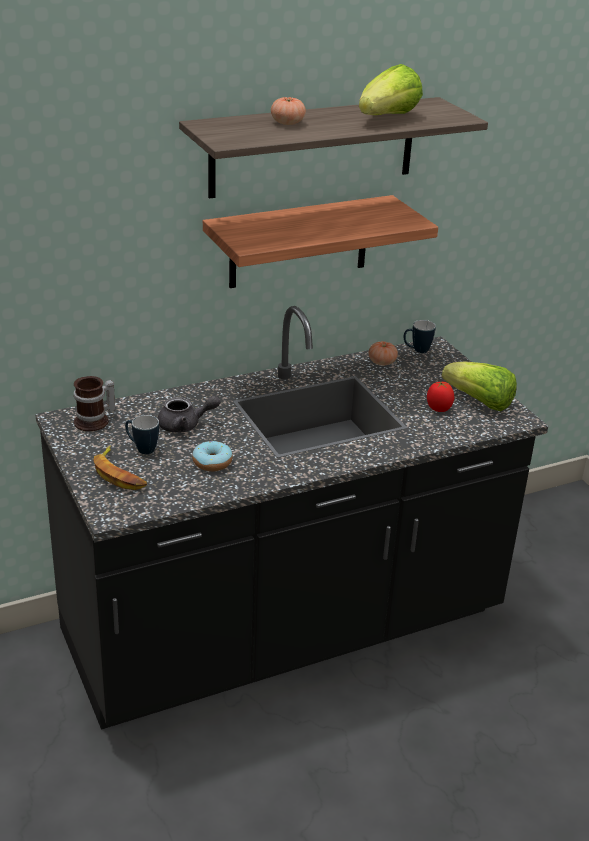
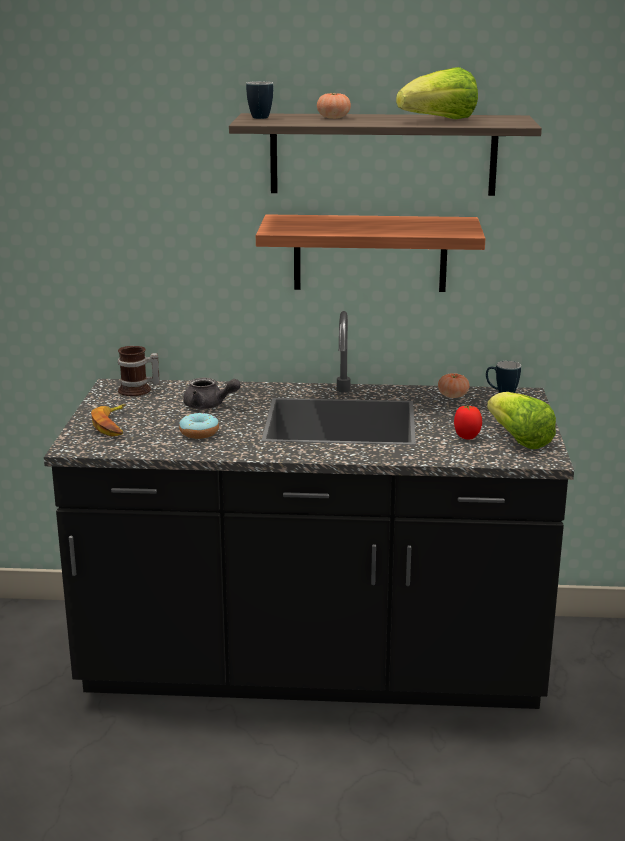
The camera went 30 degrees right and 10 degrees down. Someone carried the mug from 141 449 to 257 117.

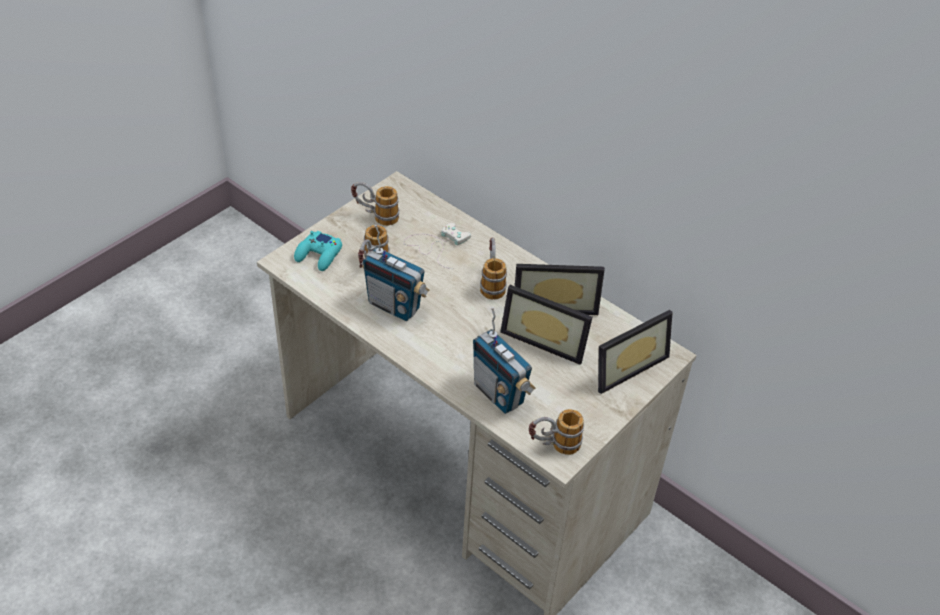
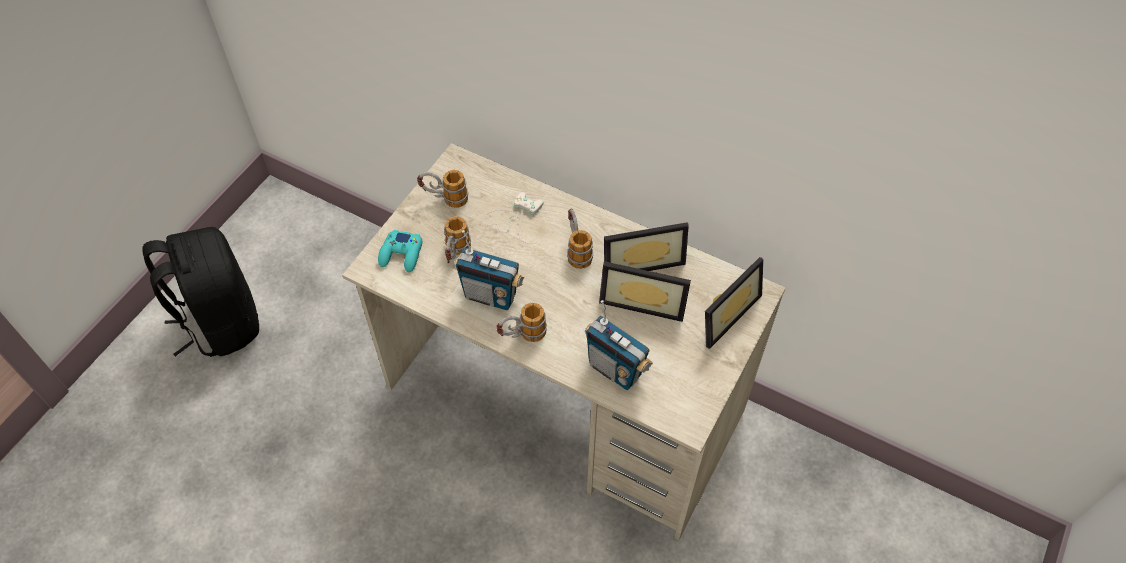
The camera went 10 degrees left and 10 degrees up. Someone put down the sac à dos [noir] at 221 322. Someone carried the mug from 553 446 to 522 336.

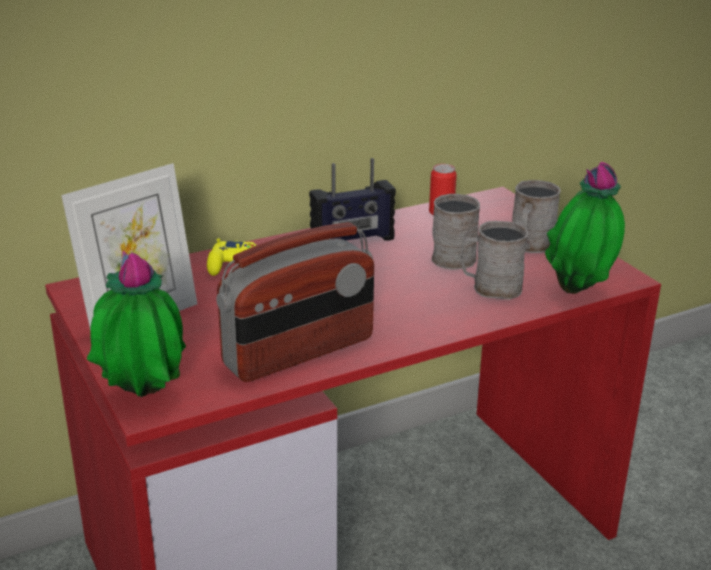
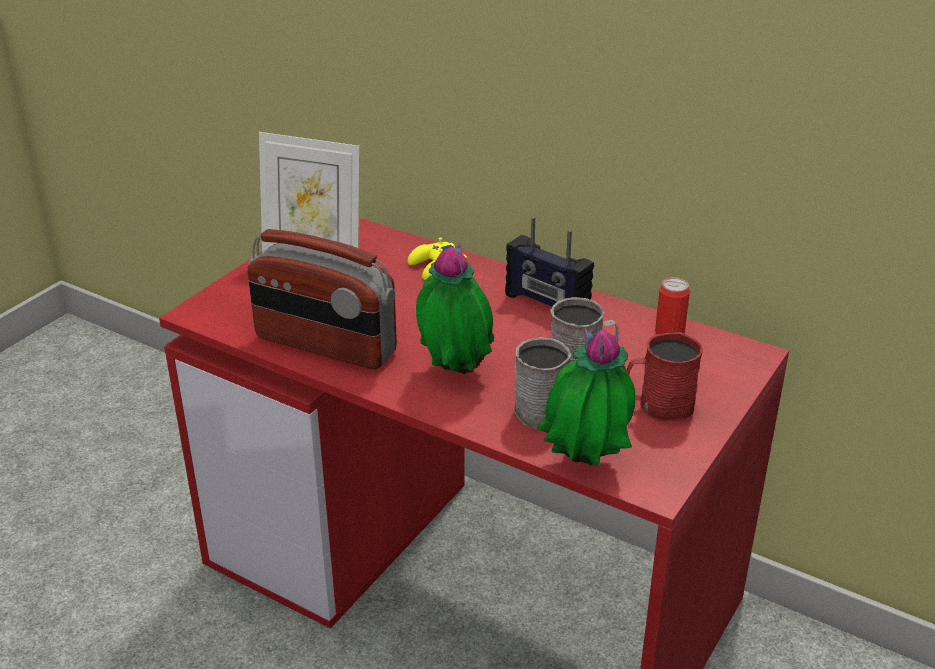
The camera went 60 degrees right and 5 degrees up. Someone carried the plante en pot from 143 399 to 454 373. Someone repainted the mug [gris] at 529 246, which became the mug [rouge] at 658 406.

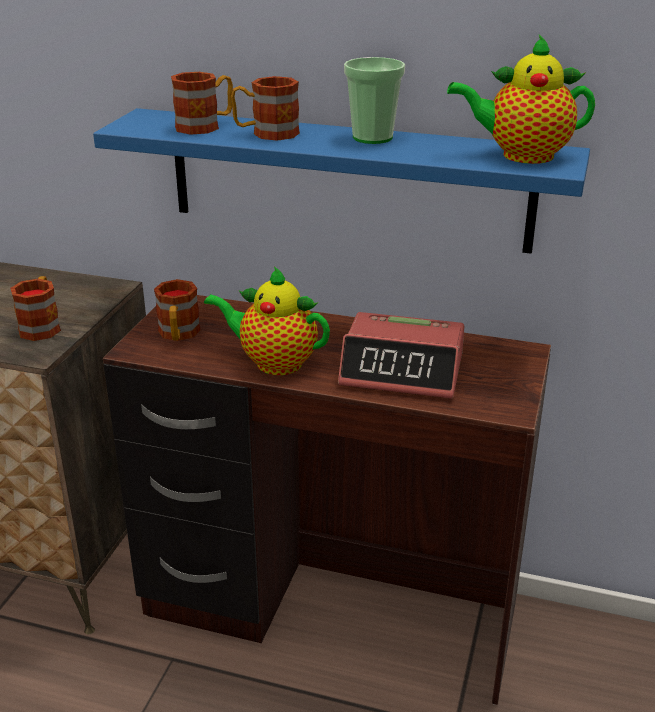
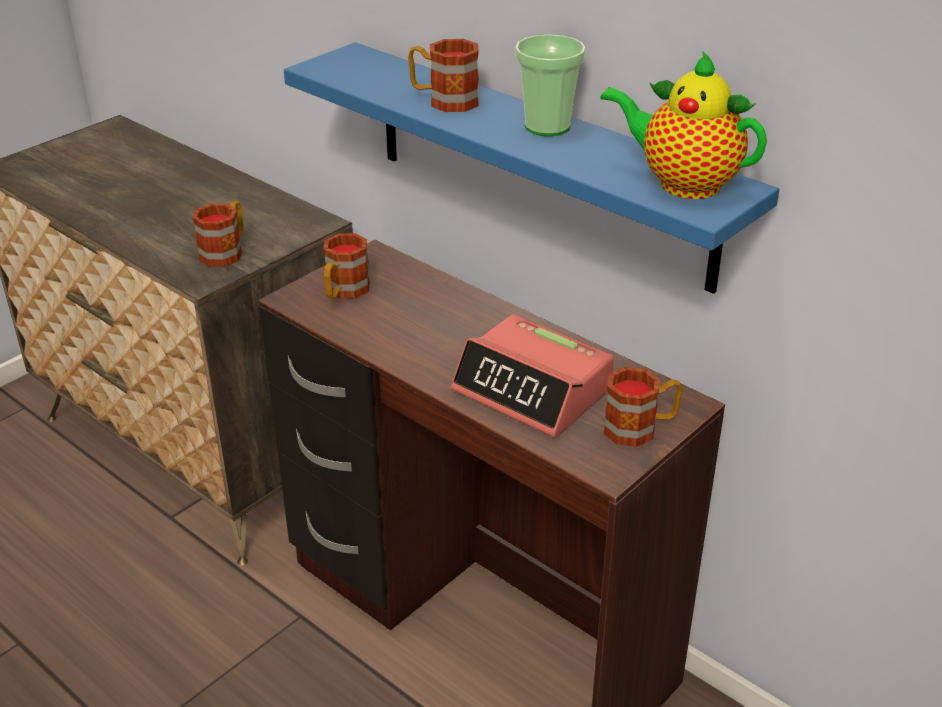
The camera went 25 degrees right and 5 degrees up. Someone carried the mug from 205 126 to 640 428. Someone took away the théière at 273 362.

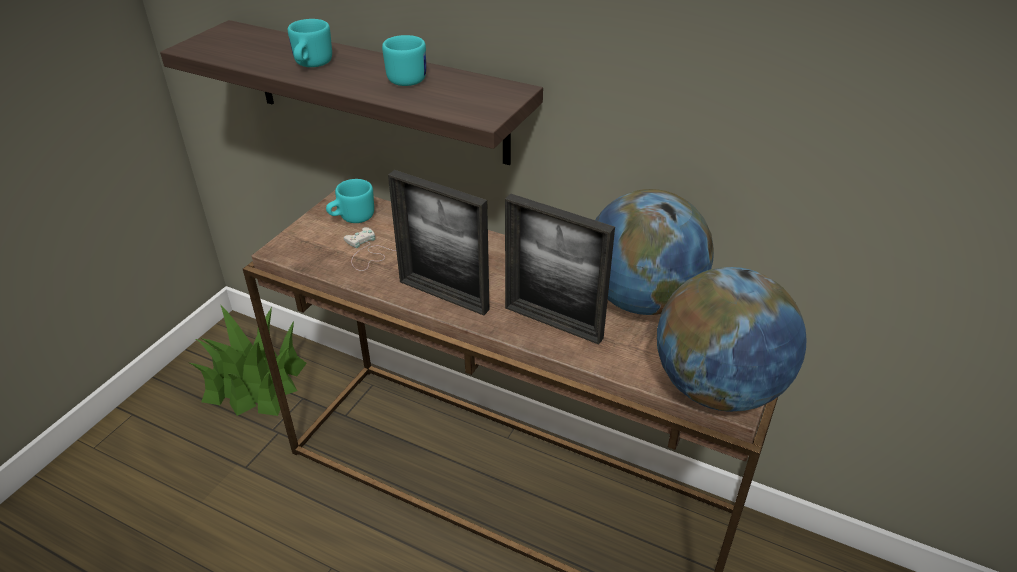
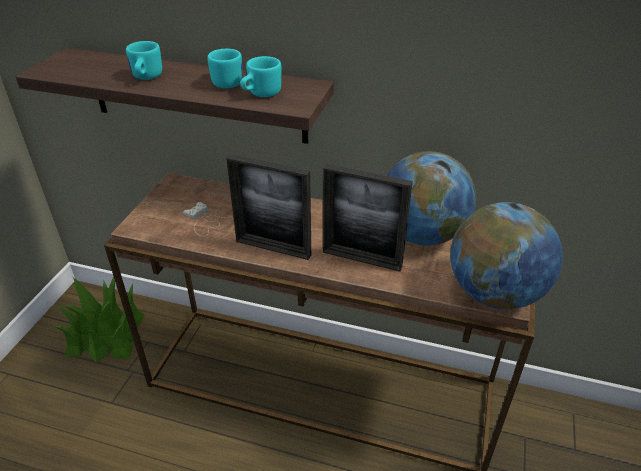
The camera went 10 degrees left and 0 degrees up. Someone carried the mug [turquoise] from 352 218 to 260 94.

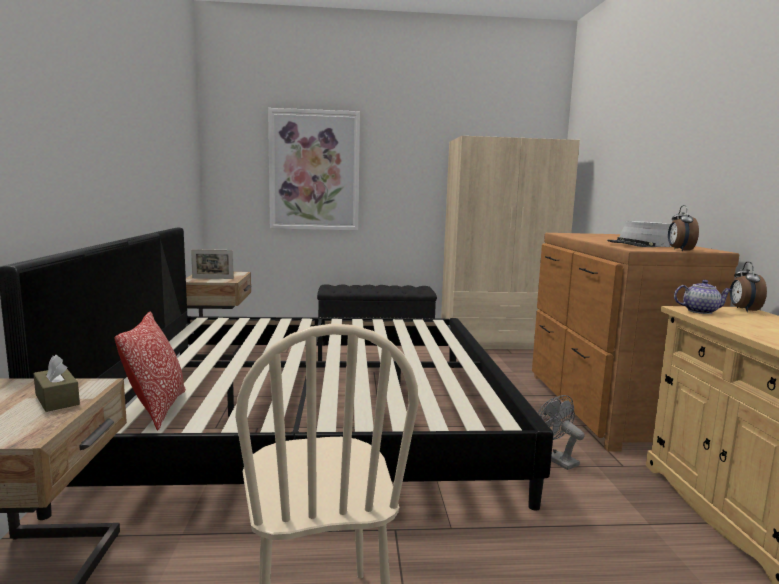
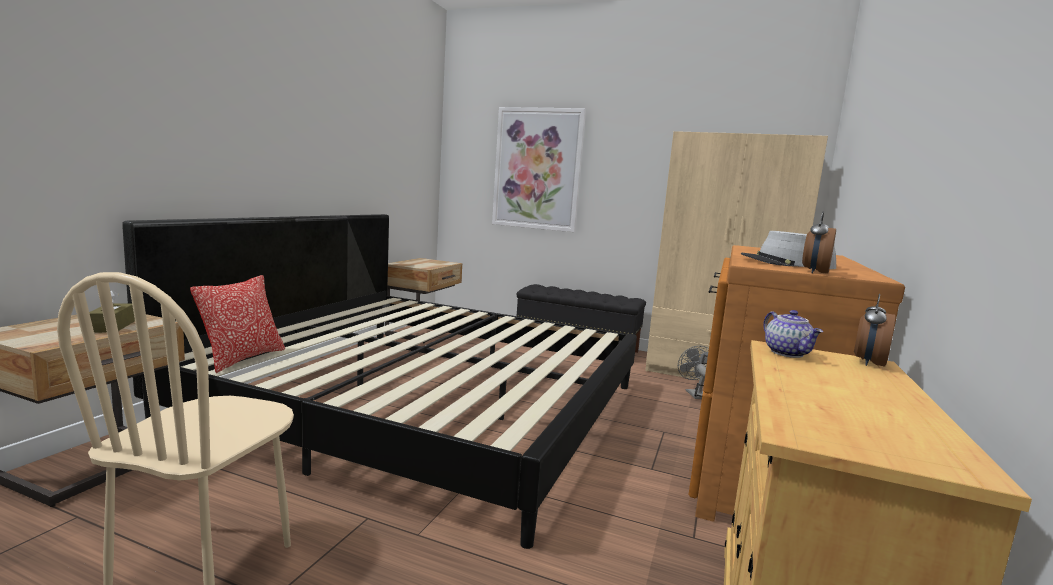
The camera went 25 degrees right and 0 degrees up. Someone carried the ventilateur [gris] from 556 459 to 694 393. Someone rotated the théière at 700 311 by 45 degrees clockwise. Someone took away the cadre photo at 213 278.

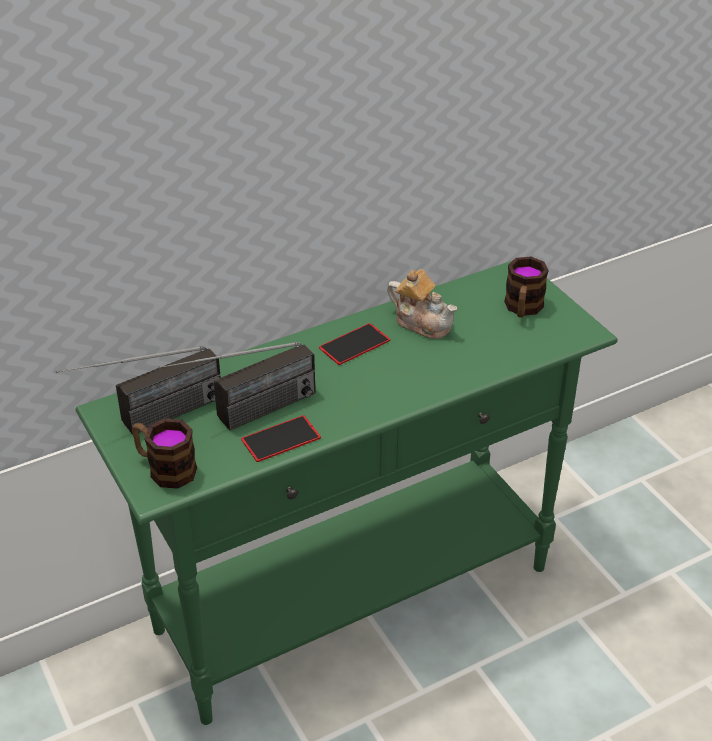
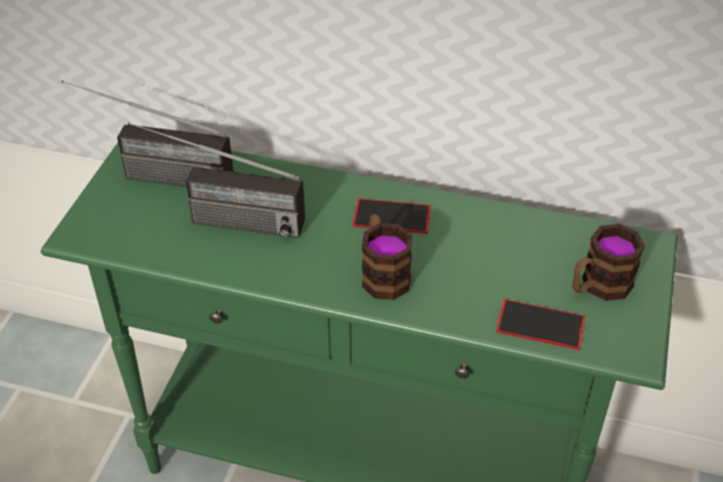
The camera went 45 degrees right and 5 degrees up. Someone carried the mug from 165 468 to 382 273. Someone carried the téléphone from 281 439 to 540 324. Someone took away the théière at 422 322.

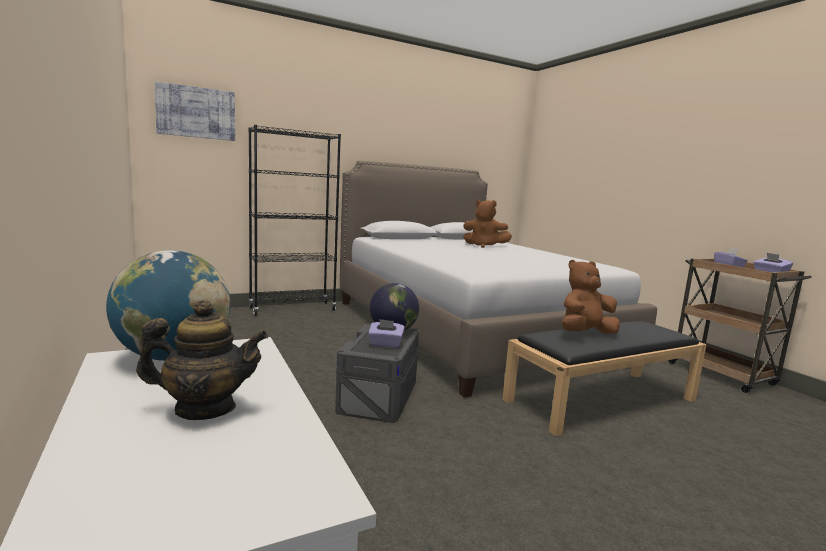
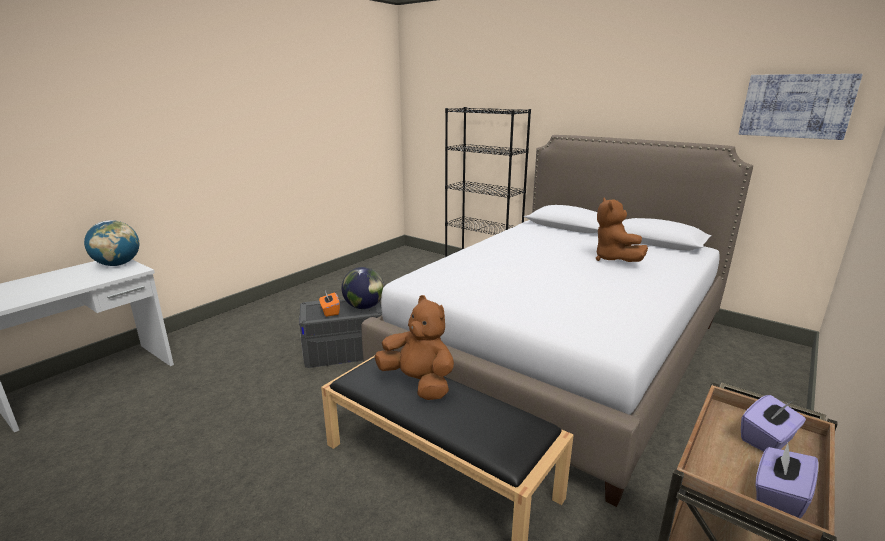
The camera went 65 degrees right and 10 degrees up. Someone repainted the boîte à mouchoirs [violet] at 385 344, which became the boîte à mouchoirs [orange] at 330 311. Someone carried the tableau from 196 112 to 796 106. Someone took away the théière at 205 408.

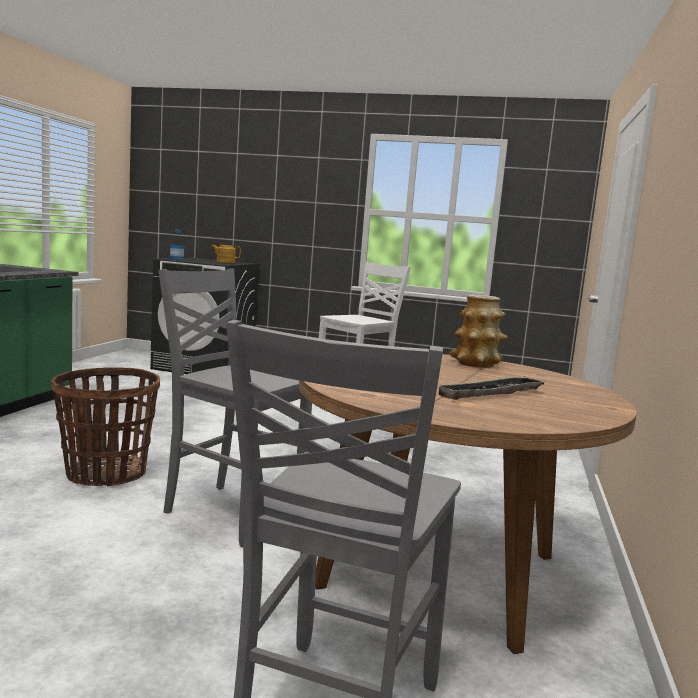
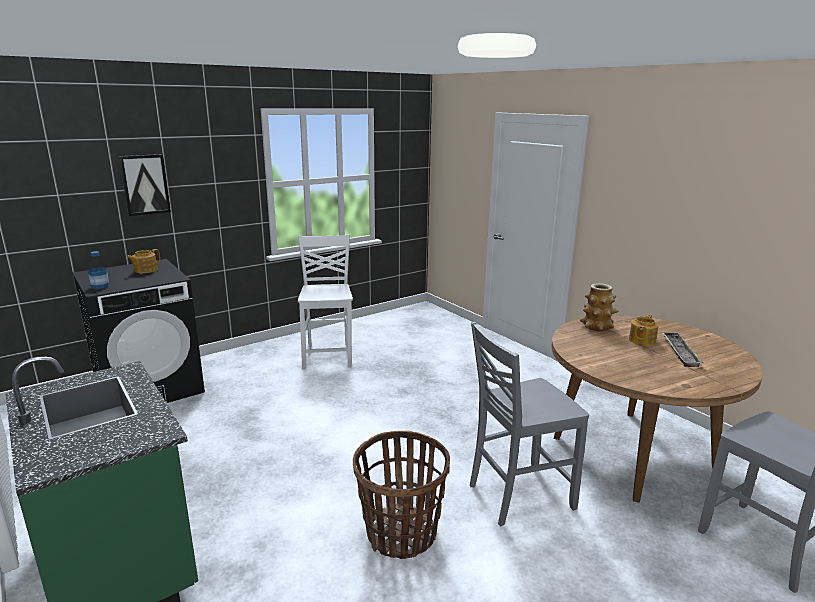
The camera went 50 degrees left and 10 degrees up. Someone put up the tableau at 145 184. Someone put down the théière at 641 341.

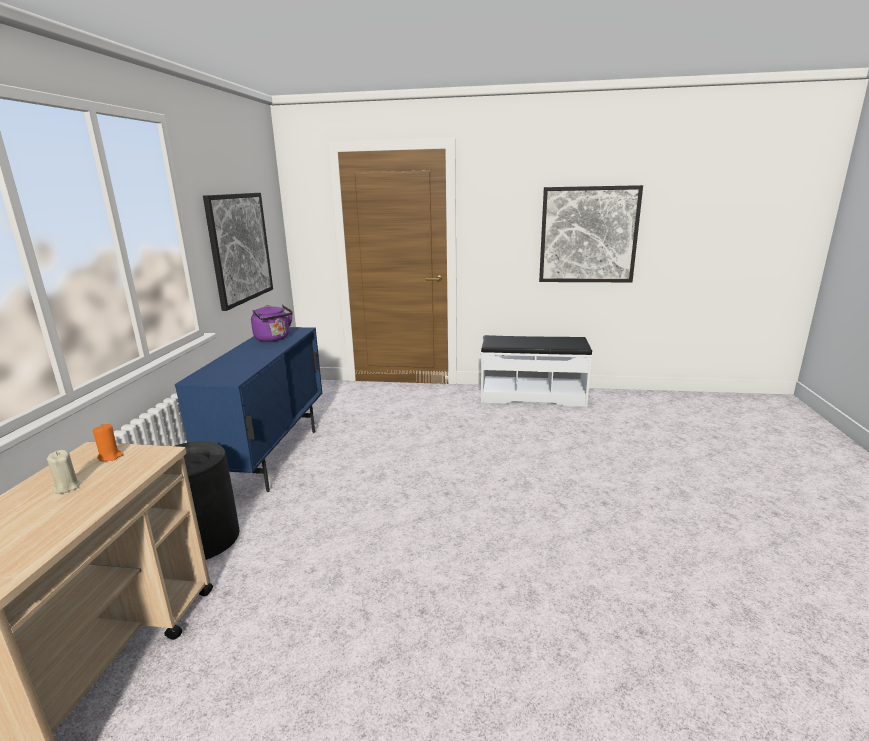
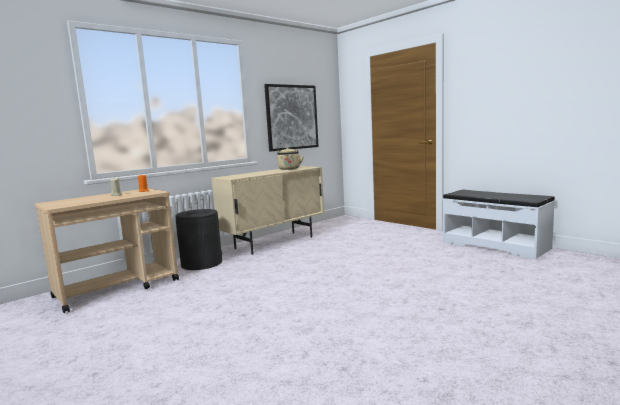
The camera went 40 degrees right and 10 degrees down. Someone repainted the meuble de rangement [bleu] at 271 457, which became the meuble de rangement [beige] at 274 243. Someone repainted the bouilloire [violet] at 274 339, which became the bouilloire [beige] at 289 169. Someone took away the tableau at 588 235.

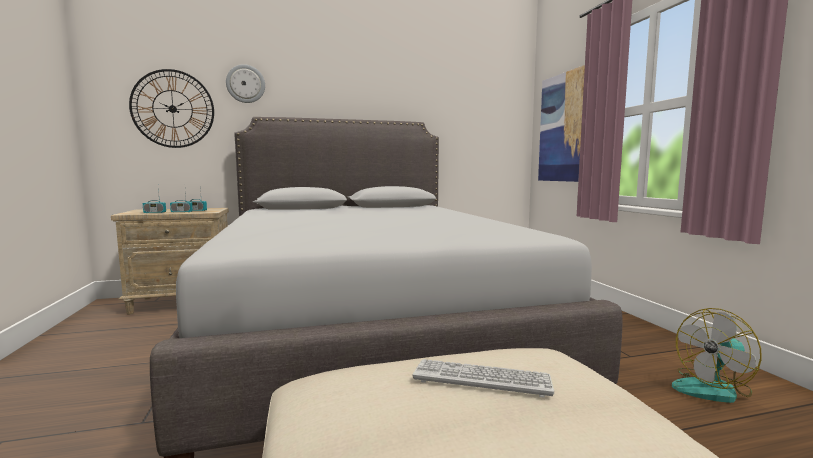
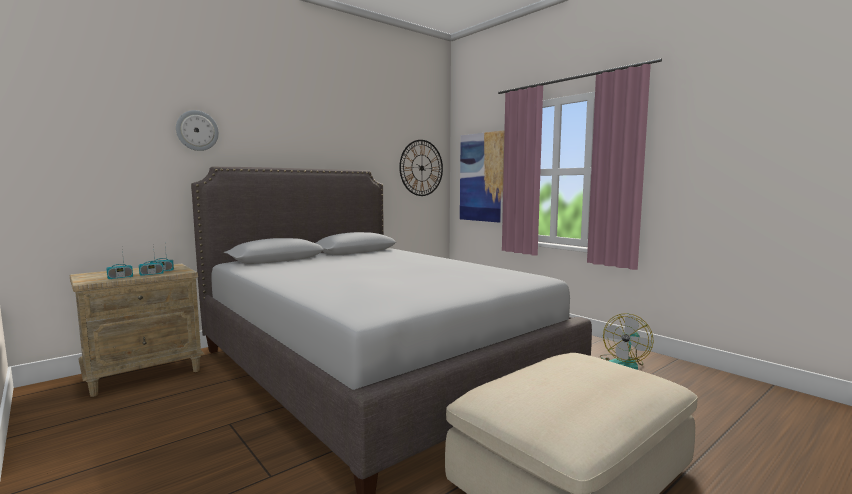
The camera went 25 degrees left and 0 degrees up. Someone carried the horloge murale from 172 109 to 421 168. Someone took away the clavier at 482 378.

